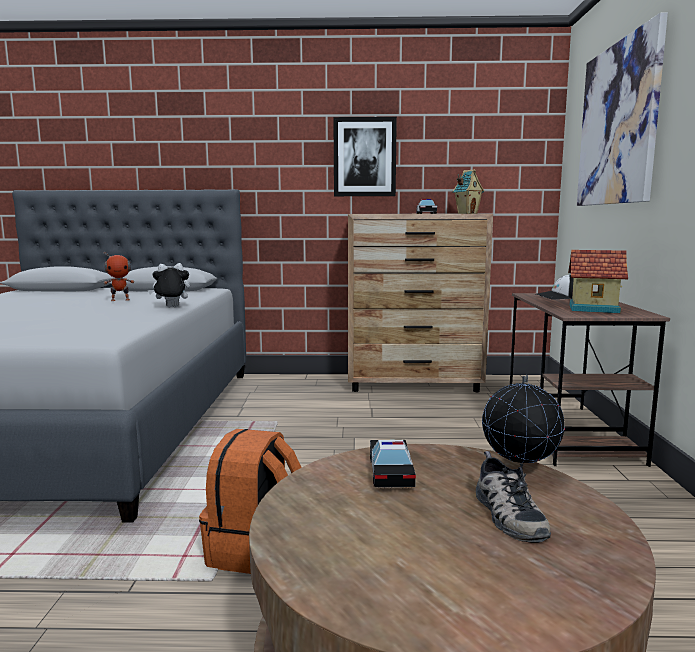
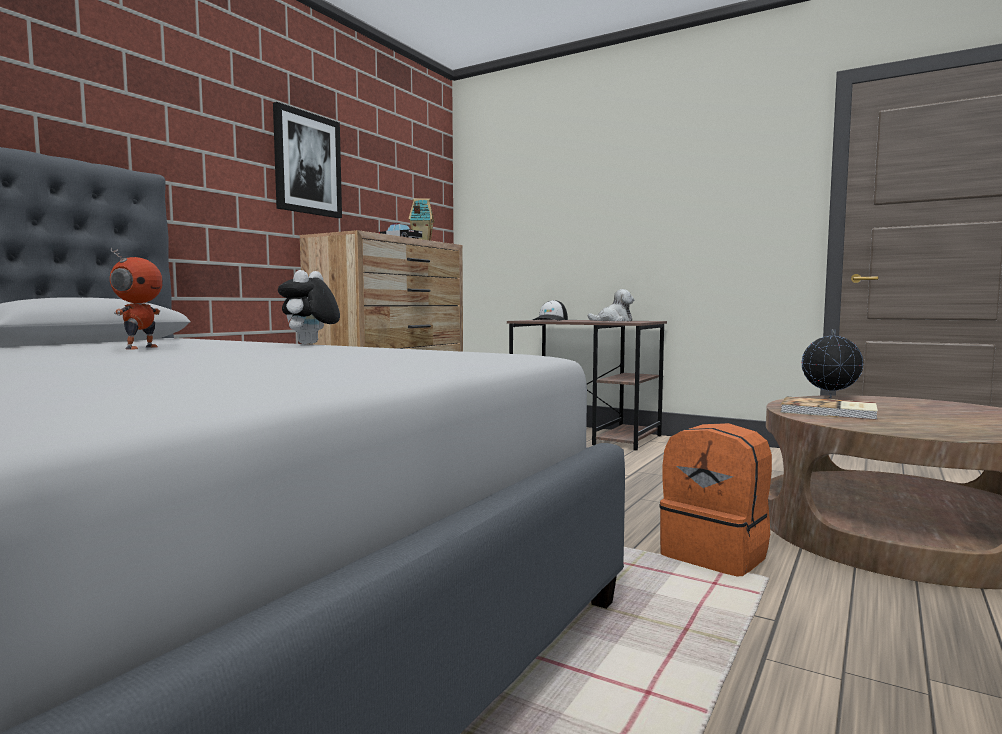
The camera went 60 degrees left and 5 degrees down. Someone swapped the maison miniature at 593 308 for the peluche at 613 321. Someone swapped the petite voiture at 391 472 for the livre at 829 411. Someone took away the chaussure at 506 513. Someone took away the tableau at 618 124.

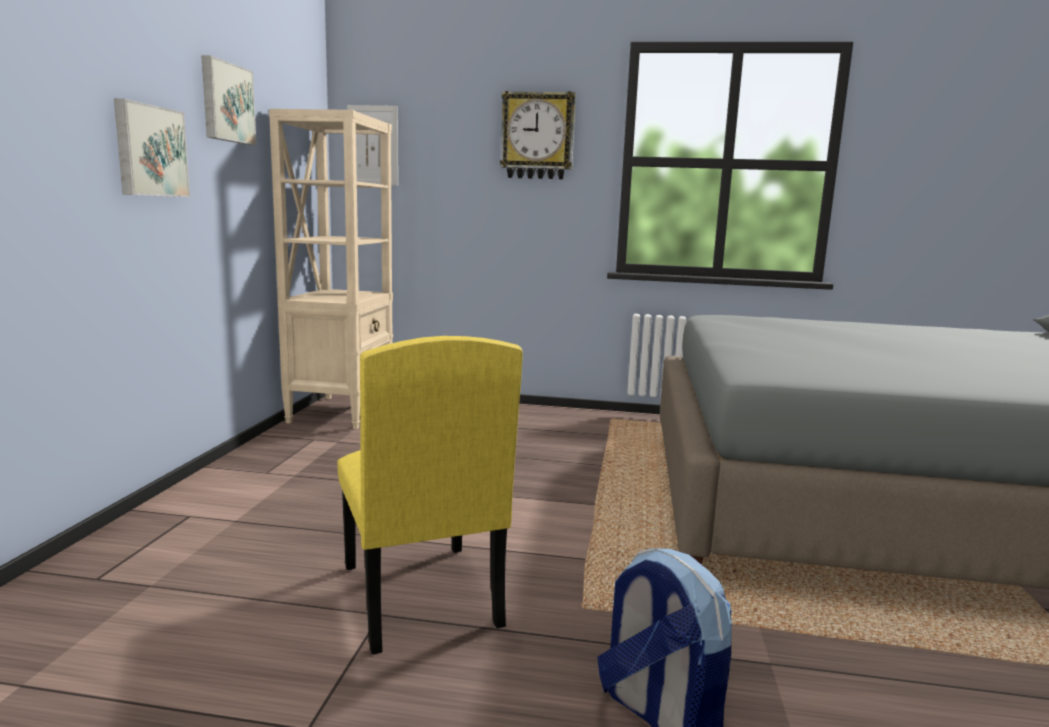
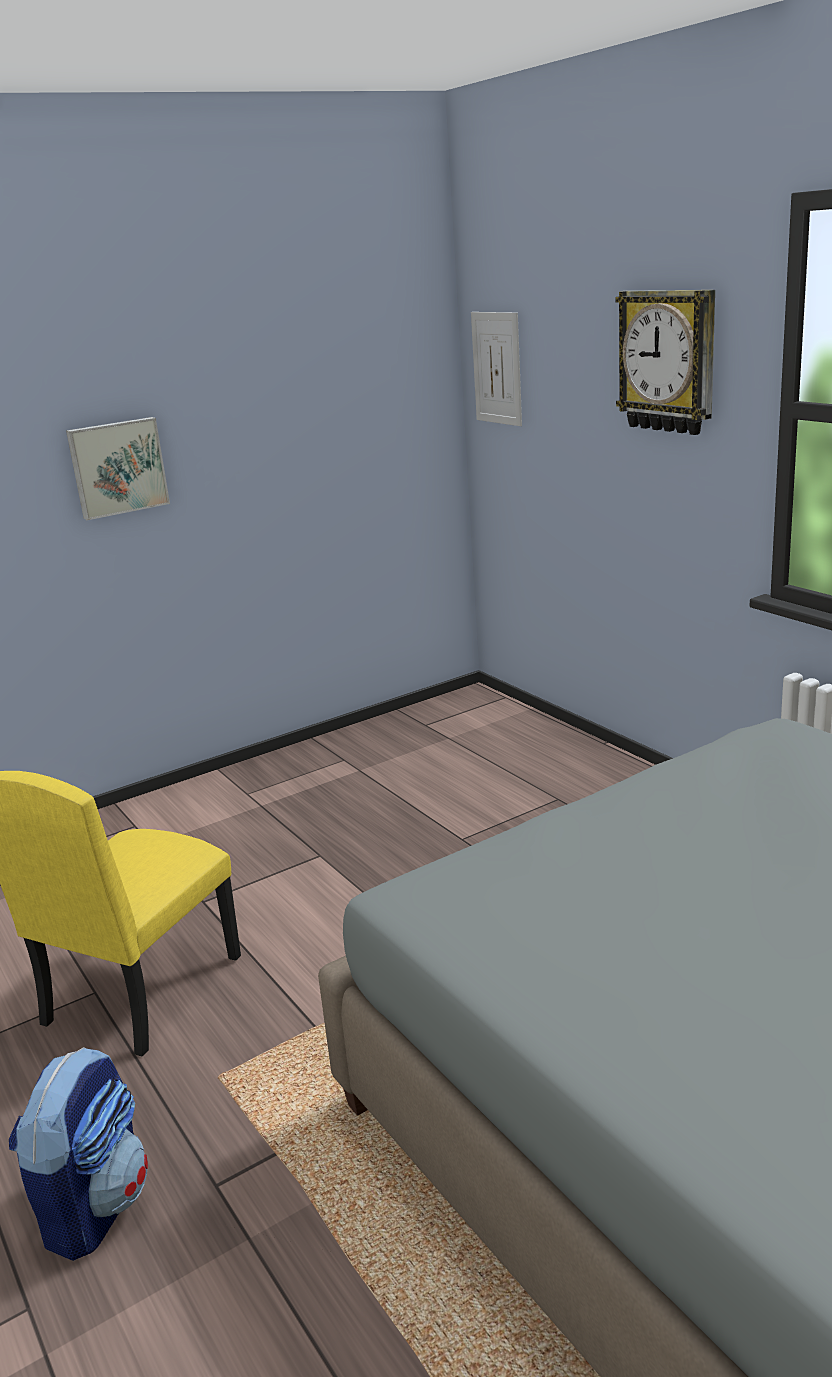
The camera went 50 degrees right and 10 degrees up. Someone took away the tableau at 226 103. Someone took away the bibliothèque [beige] at 342 412.

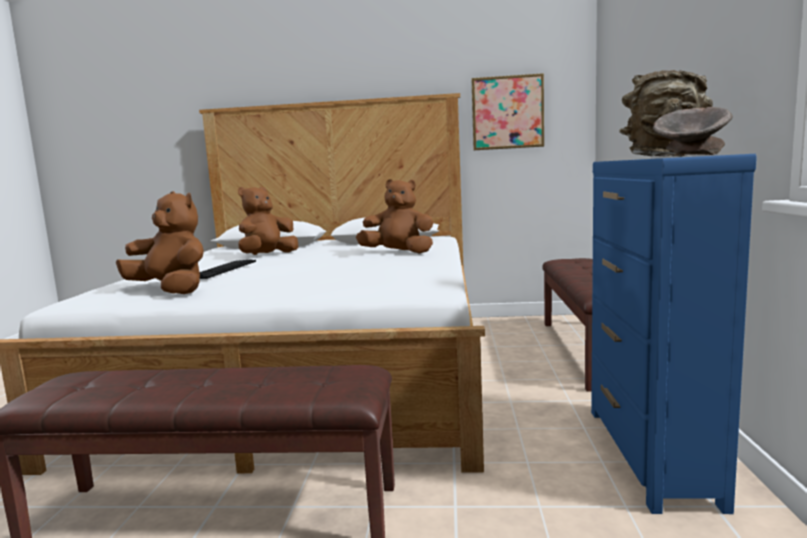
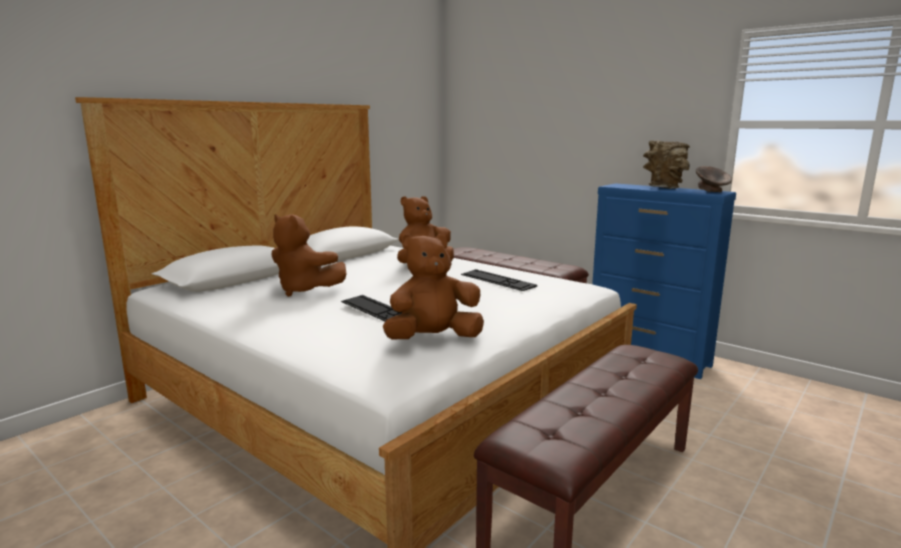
The camera went 55 degrees left and 5 degrees up. Someone rotated the peluche [marron] at 267 255 by 45 degrees counterclockwise. Someone put down the clavier at 497 280. Someone took away the tableau at 507 113.

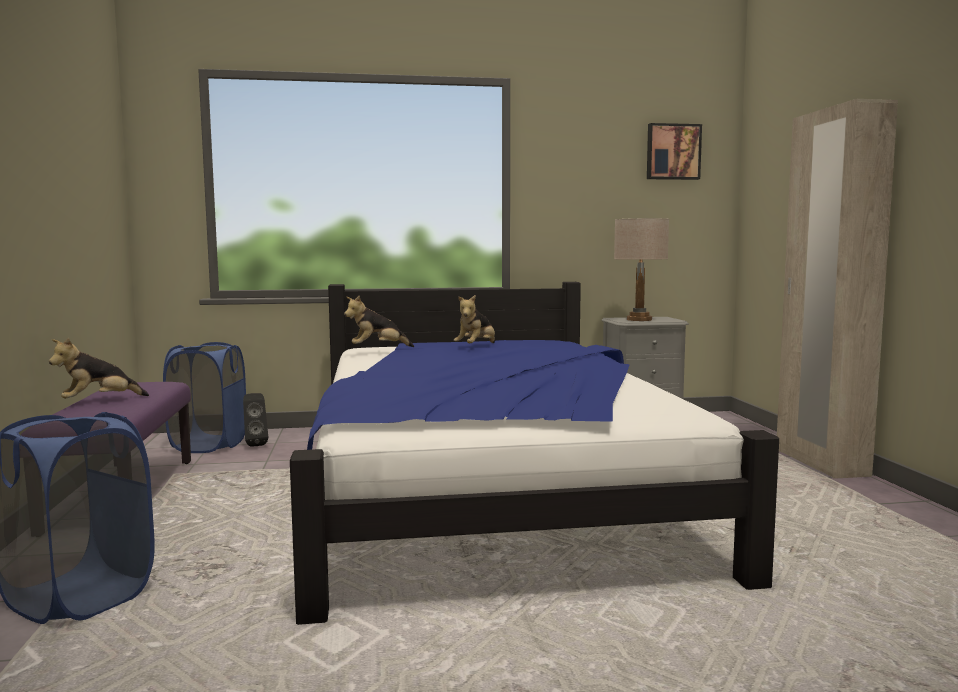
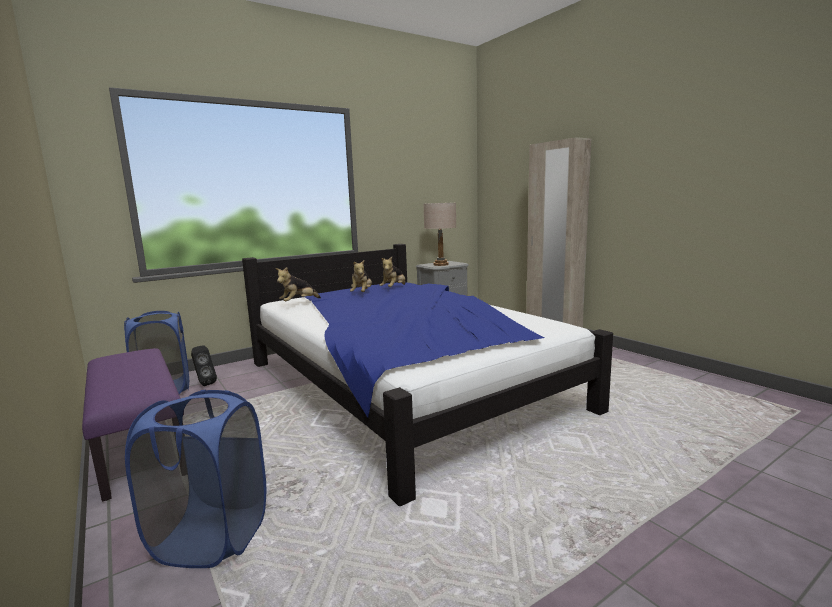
The camera went 25 degrees left and 5 degrees up. Someone carried the peluche from 99 402 to 394 288. Someone took away the tableau at 672 152.

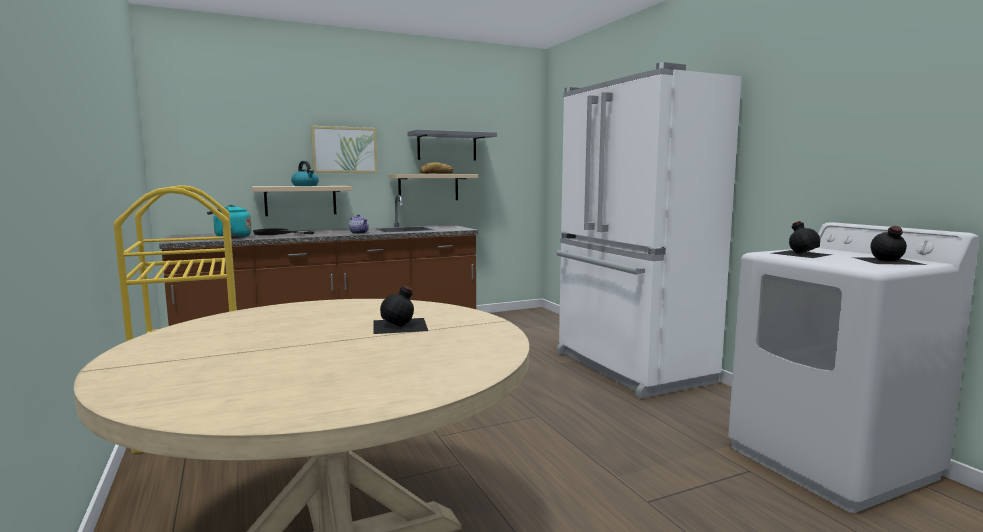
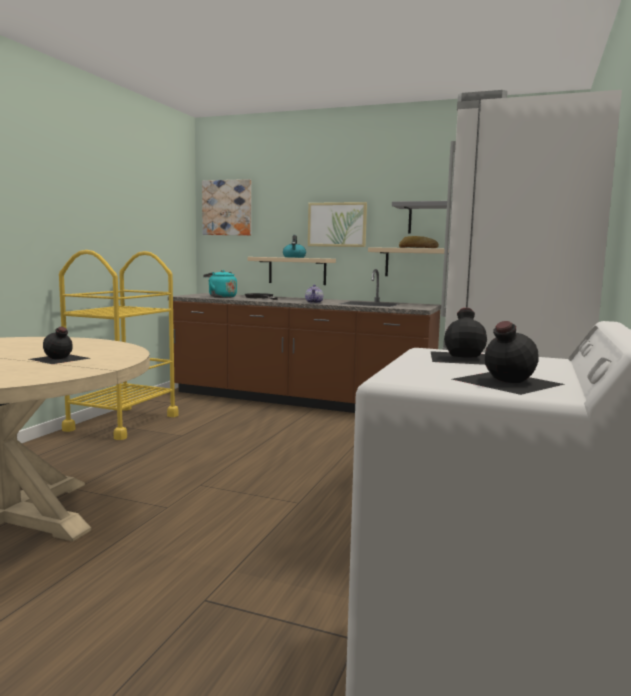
The camera went 45 degrees right and 0 degrees up. Someone put up the tableau at 227 208.

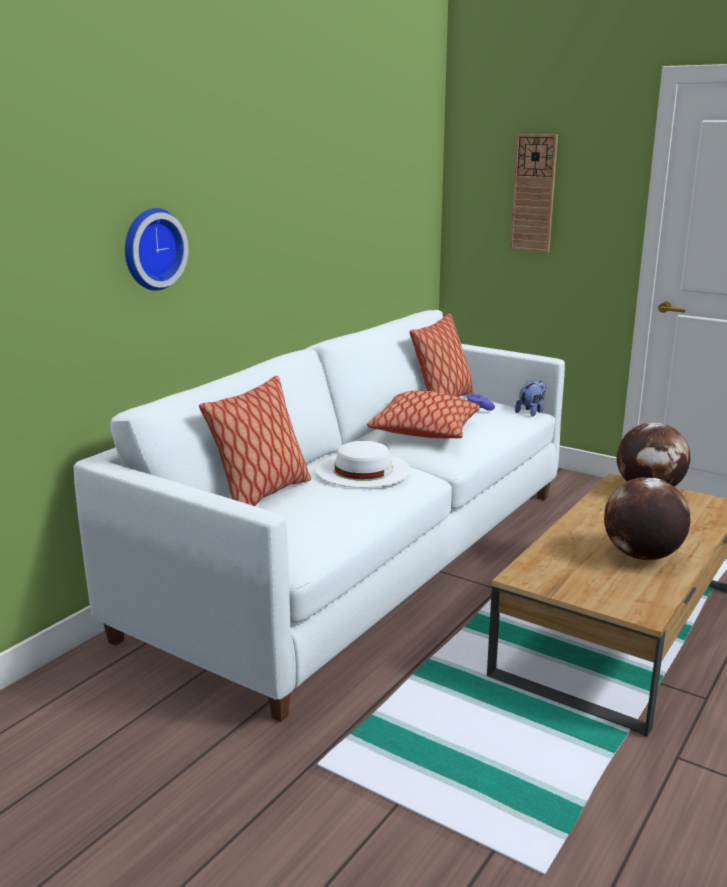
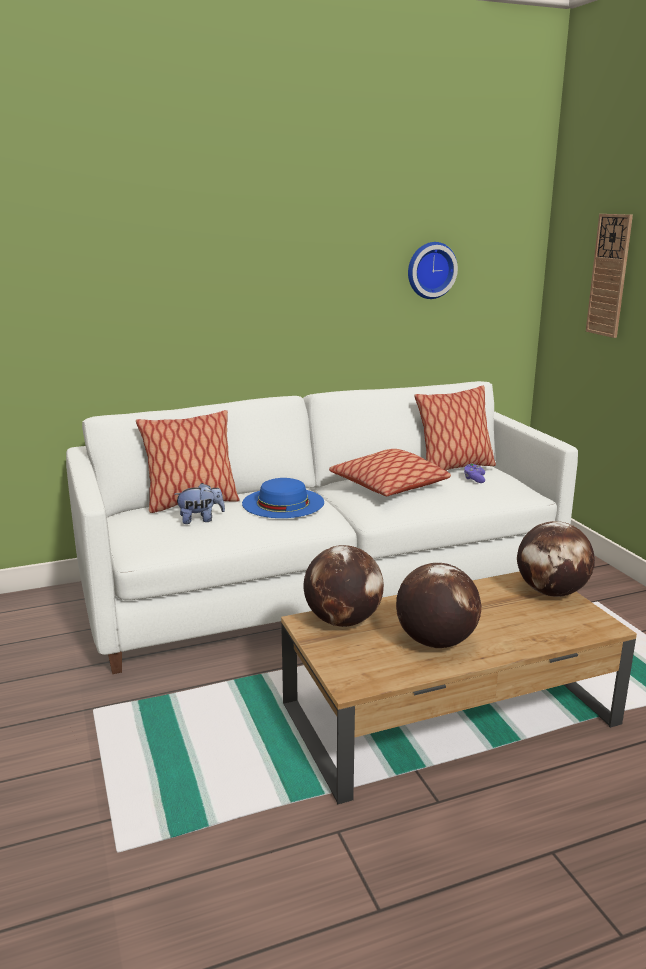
The camera went 35 degrees right and 0 degrees up. Someone carried the peluche from 531 412 to 200 519. Someone repainted the chapeau [blanc] at 363 469, which became the chapeau [bleu] at 283 502. Someone put down the globe at 343 621. Someone carried the horloge murale from 151 249 to 430 270.

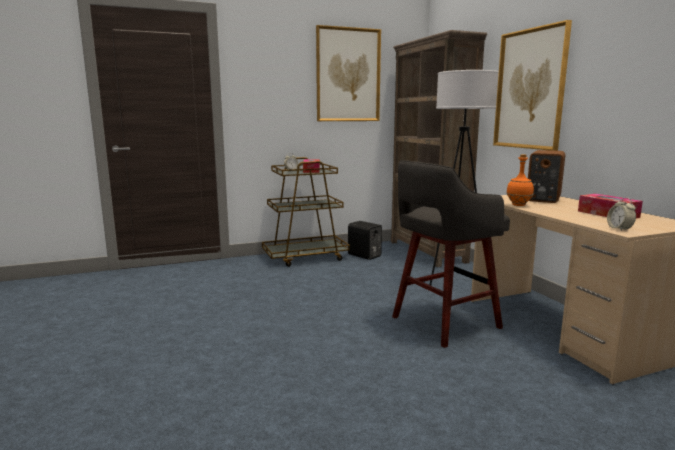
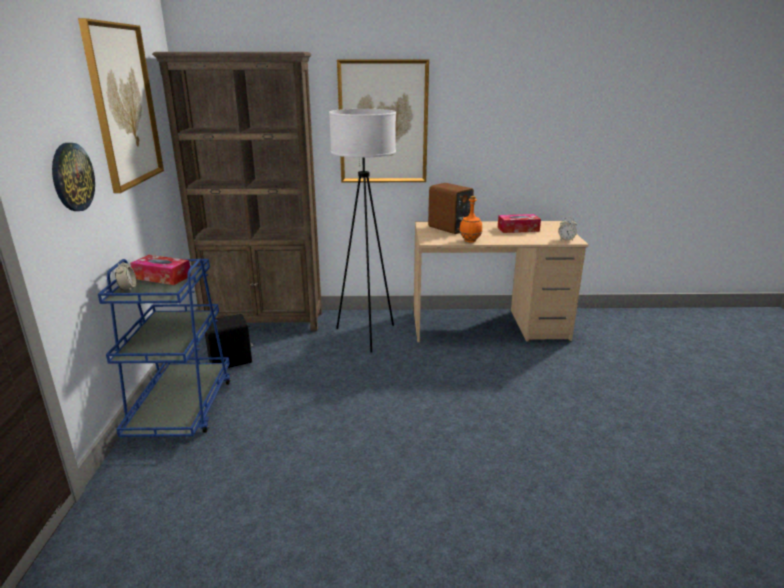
The camera went 70 degrees left and 10 degrees up. Someone put up the horloge murale at 72 177. Someone repainted the chariot [marron] at 305 257, which became the chariot [bleu] at 182 408. Someone took away the tabouret [gris] at 442 323.

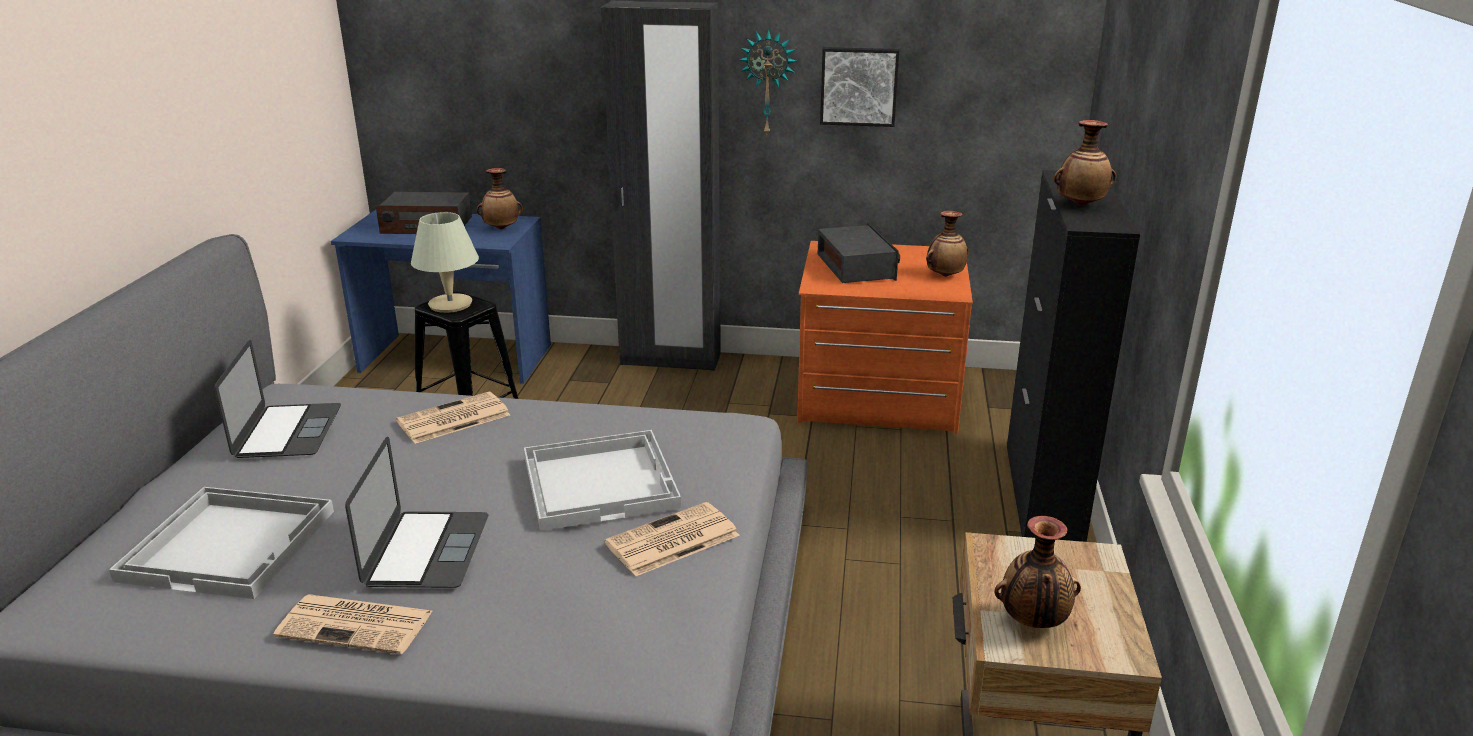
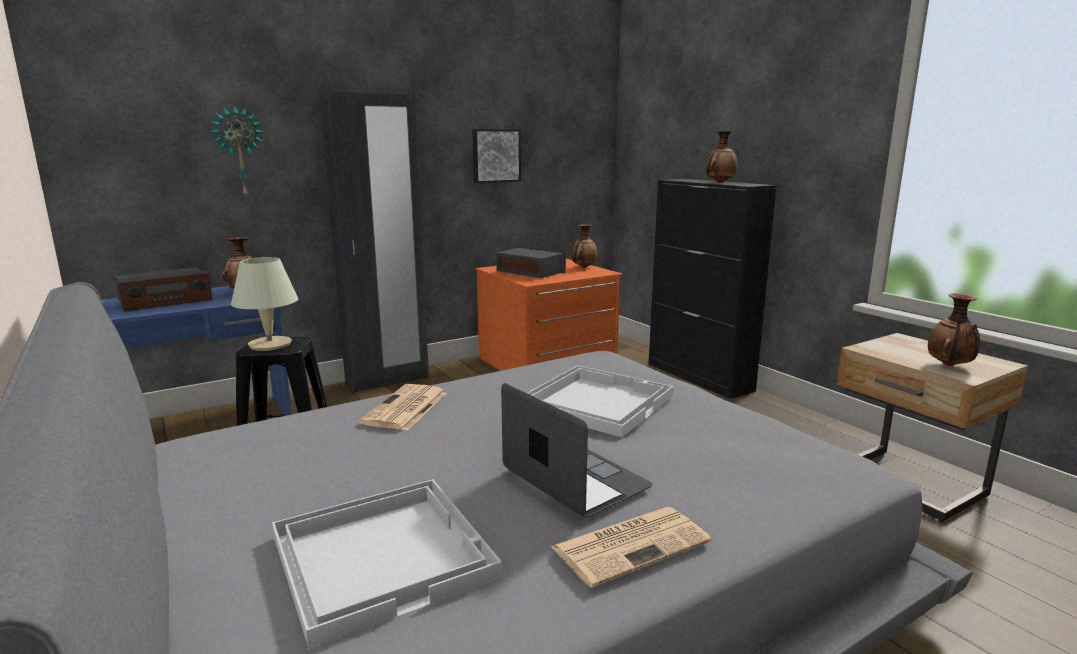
The camera went 40 degrees left and 10 degrees down. Someone carried the horloge murale from 768 83 to 239 152. Someone took away the ordinateur portable at 287 431. Someone took away the journal at 671 541.

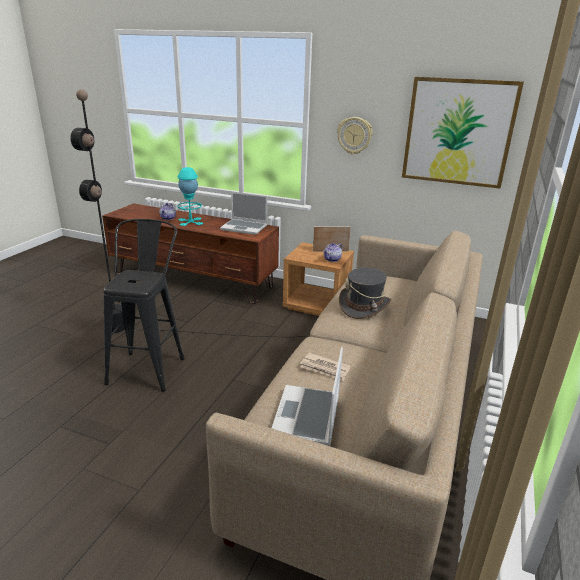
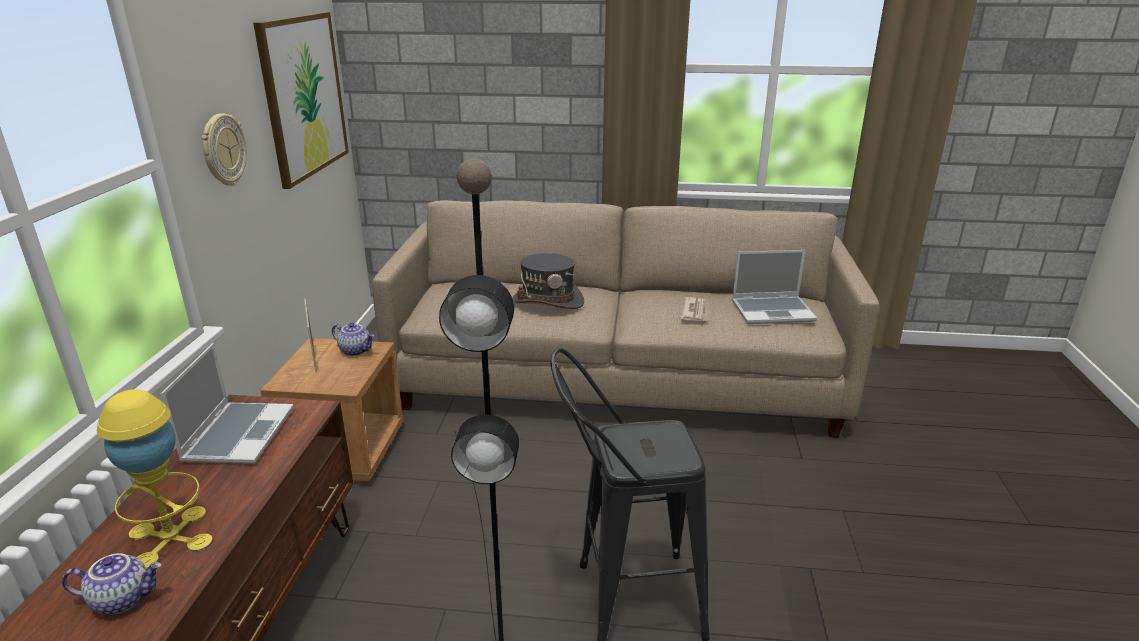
The camera went 105 degrees left and 0 degrees up. Someone repainted the lampe de table [turquoise] at 190 221, which became the lampe de table [jaune] at 170 537.

